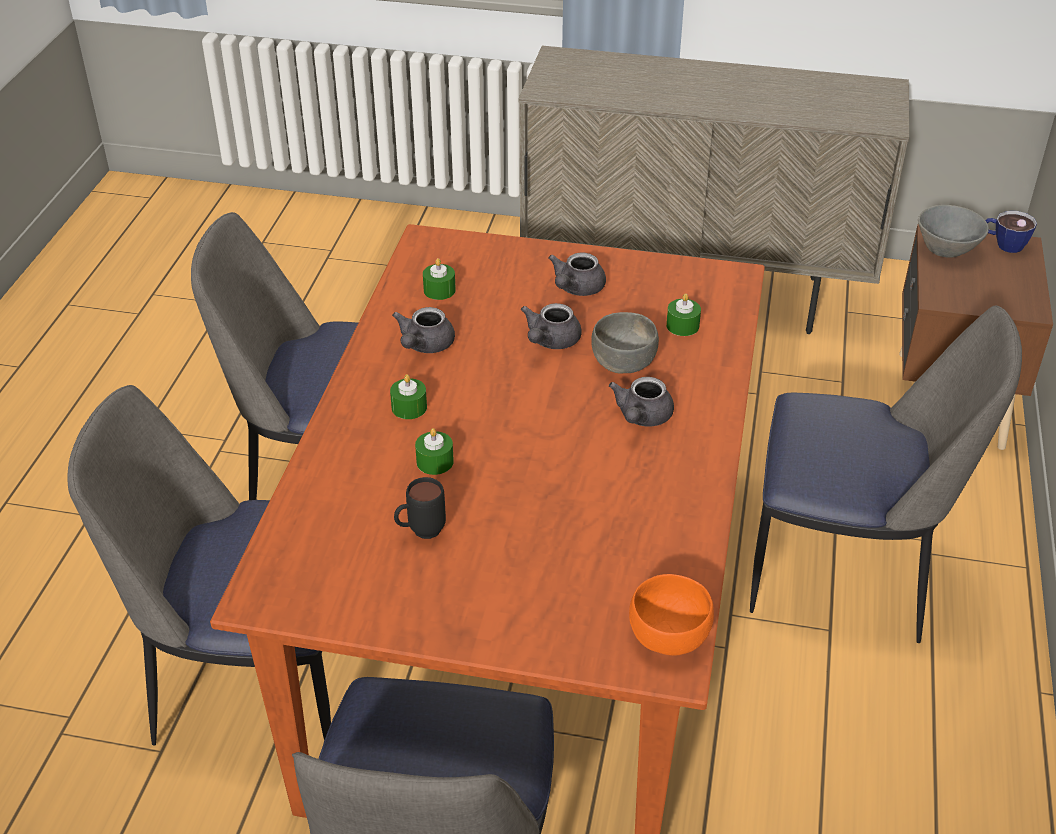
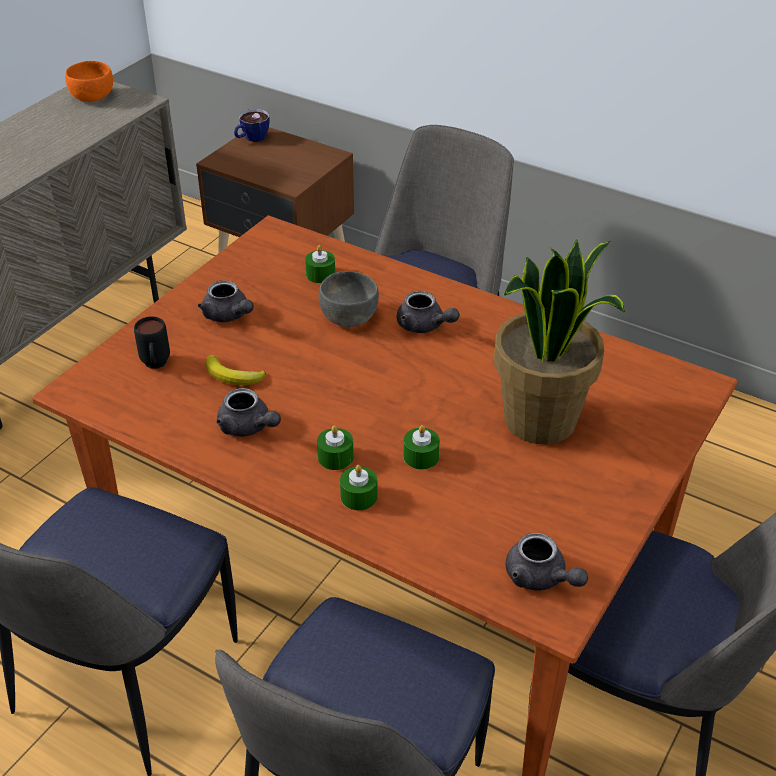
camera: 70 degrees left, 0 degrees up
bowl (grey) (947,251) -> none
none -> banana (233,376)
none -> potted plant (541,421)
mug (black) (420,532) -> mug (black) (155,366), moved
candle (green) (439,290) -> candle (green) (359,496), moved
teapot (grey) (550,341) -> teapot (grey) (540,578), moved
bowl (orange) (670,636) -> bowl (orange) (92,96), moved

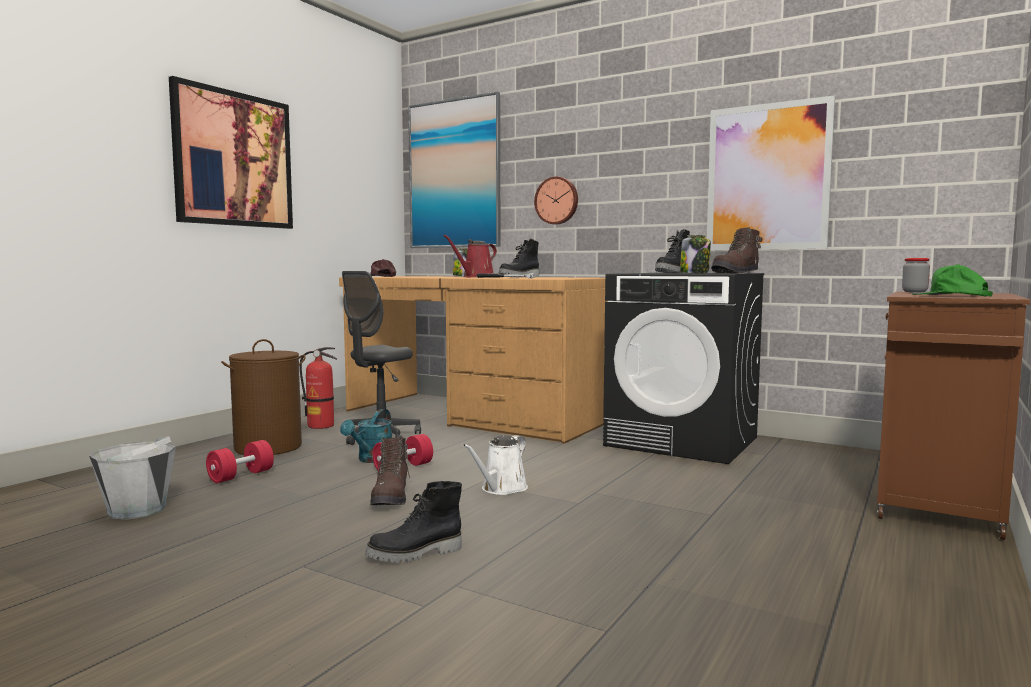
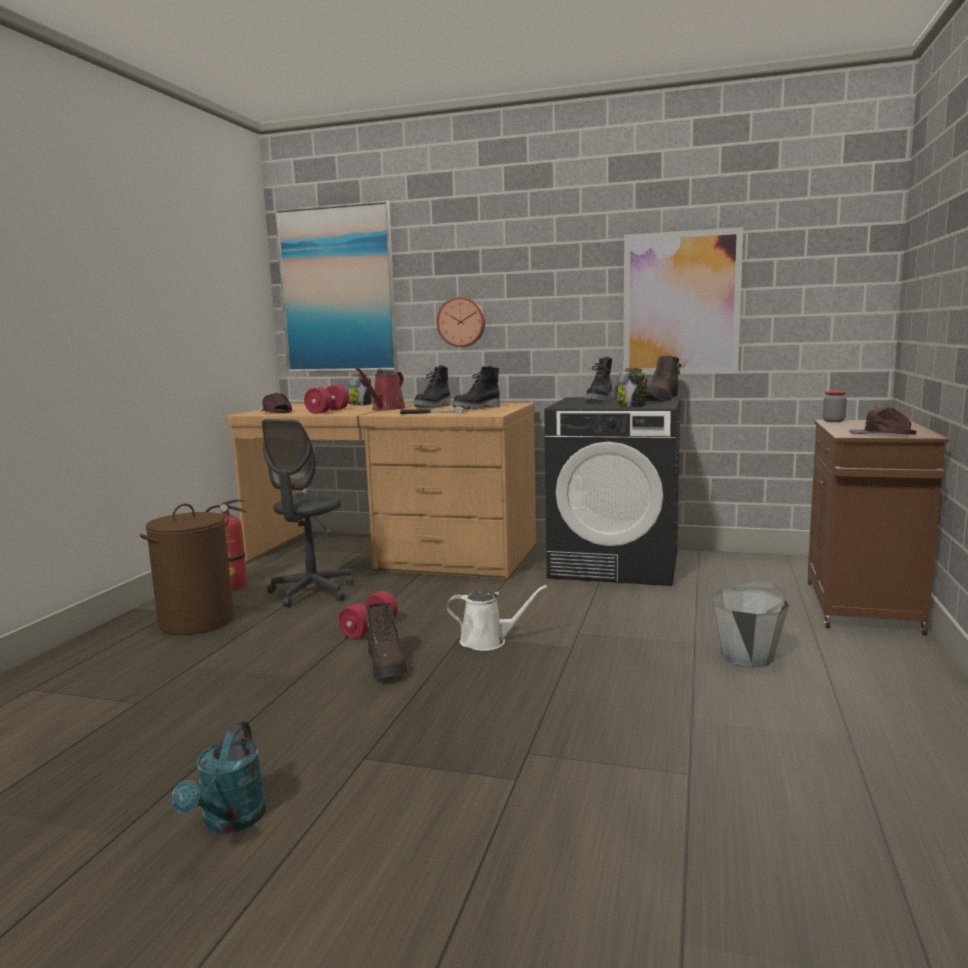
camera: 15 degrees left, 5 degrees up
picture (234,159) -> none
bucket (grey) (137,510) -> bucket (grey) (747,656), moved
dumbbell (red) (241,476) -> dumbbell (red) (328,411), moved
watering can (turquoise) (372,460) -> watering can (turquoise) (229,822), moved
boot (black) (415,554) -> boot (black) (477,408), moved
cap (green) (950,296) -> cap (brown) (881,434)
watering can (white) (501,489) -> watering can (white) (488,641), 105 degrees counterclockwise

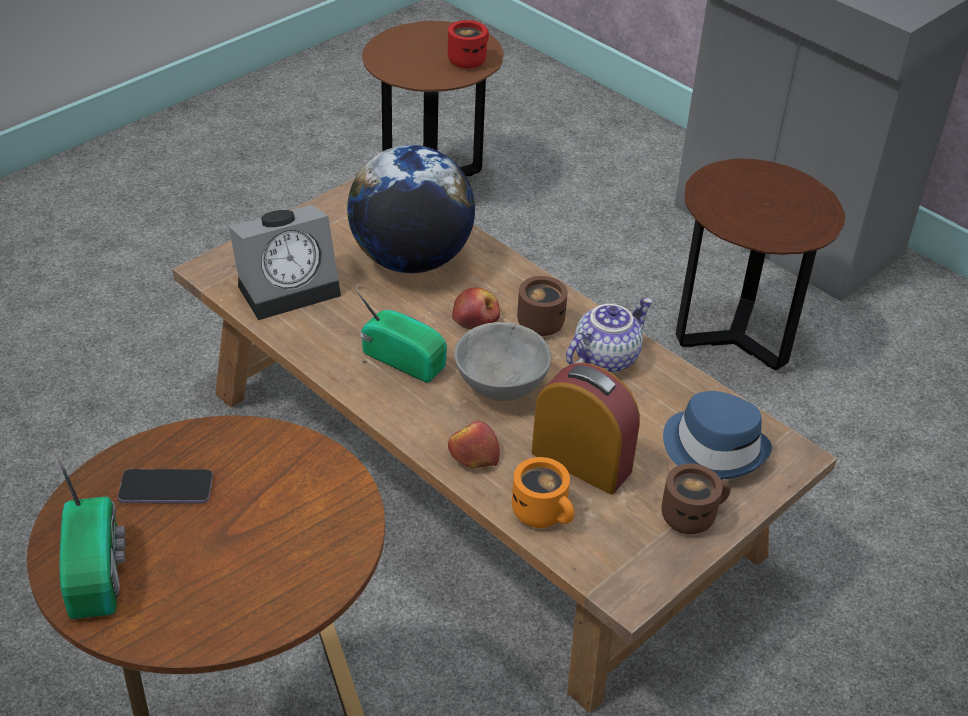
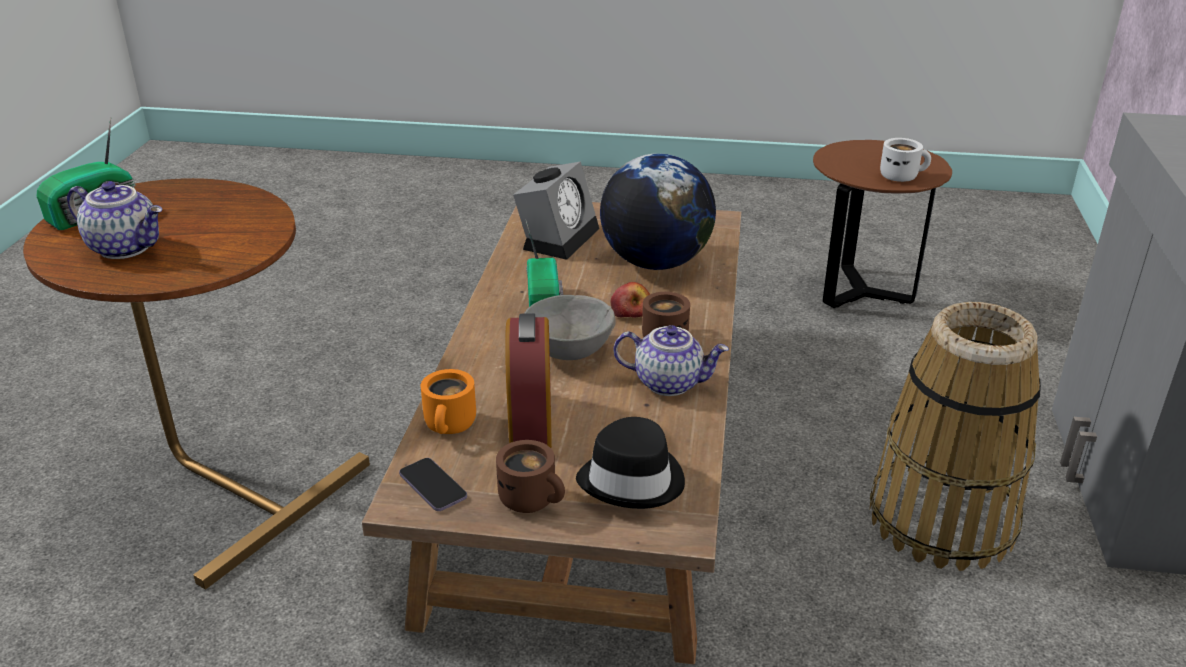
camera: 55 degrees right, 10 degrees down
apple (473,455) -> none
none -> teapot (127,247)
phone (166,489) -> phone (433,486), moved
side table (brown) (735,338) -> basket (942,520)
mug (red) (468,59) -> mug (white) (901,176)
hat (blue) (715,447) -> hat (black) (633,480)
alarm clock (290,287) -> alarm clock (558,236), 90 degrees counterclockwise

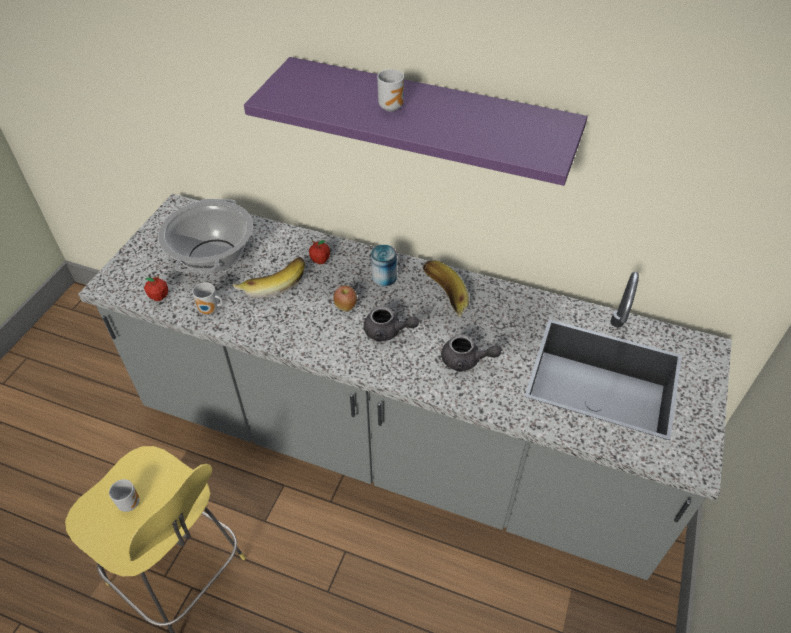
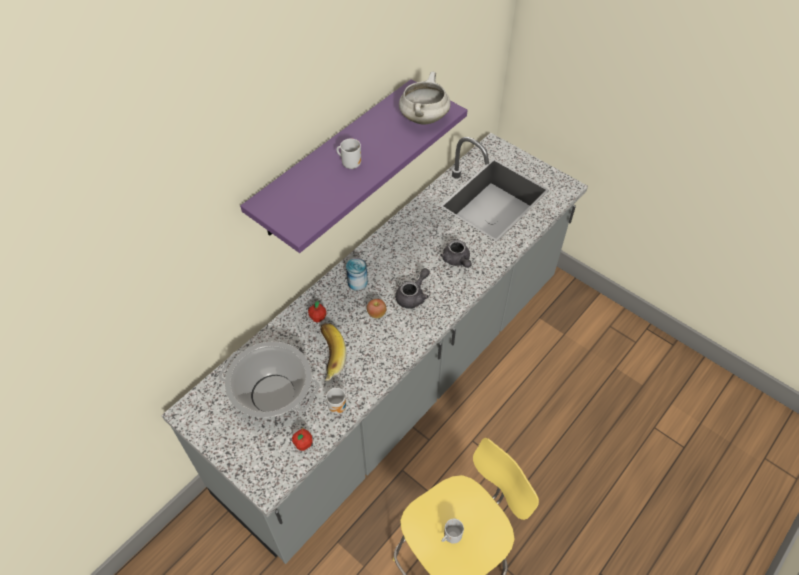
camera: 70 degrees left, 5 degrees up
banana (442,297) -> none
none -> cooking pot (white) (423,118)
teapot (grey) (466,361) -> teapot (grey) (457,260), 120 degrees clockwise

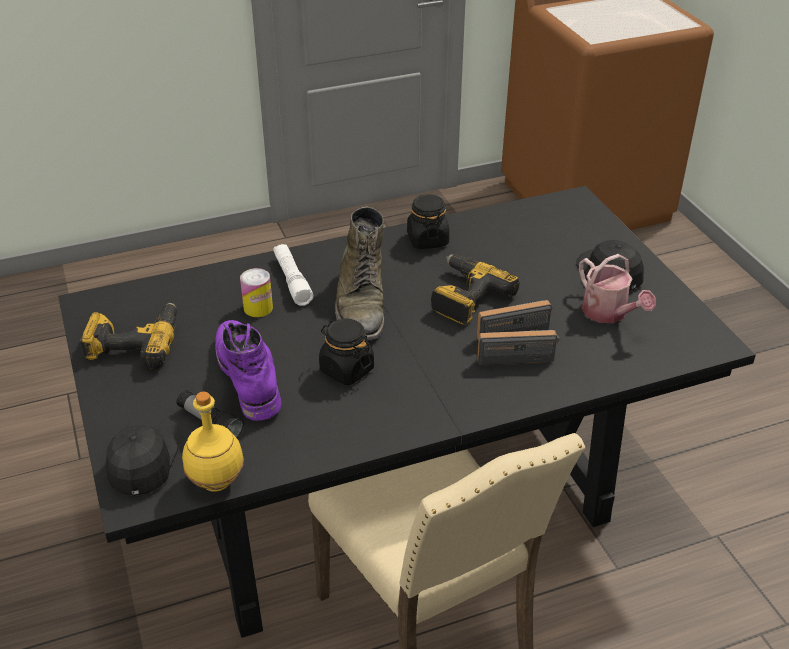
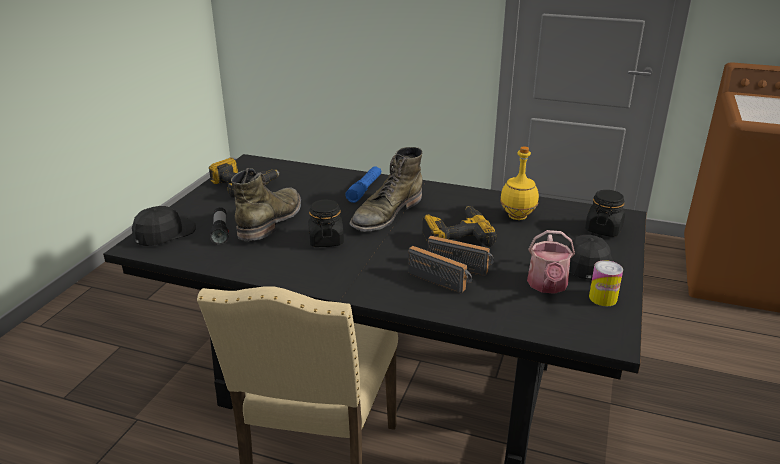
camera: 40 degrees right, 10 degrees down
bottle (yellow) (217,482) -> bottle (yellow) (517,217), moved
can (258,308) -> can (603,298), moved
jar (black) (427,239) -> jar (black) (603,229), moved
boot (purple) (248,375) -> boot (green) (271,220)
flashlight (white) (292,280) -> flashlight (blue) (364,189)

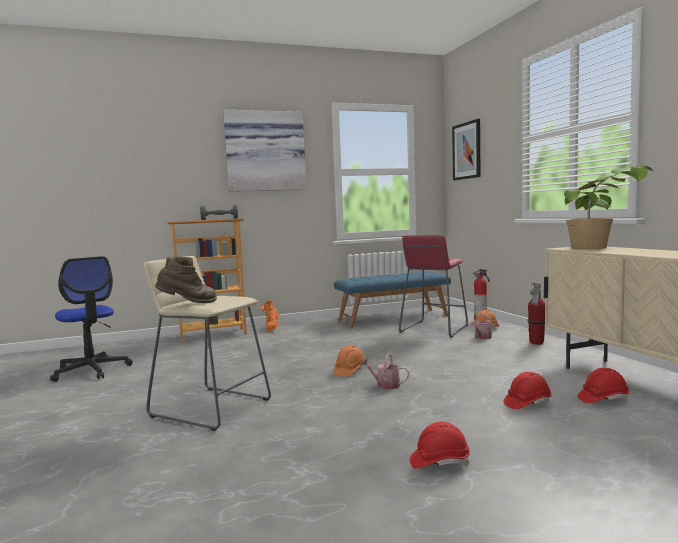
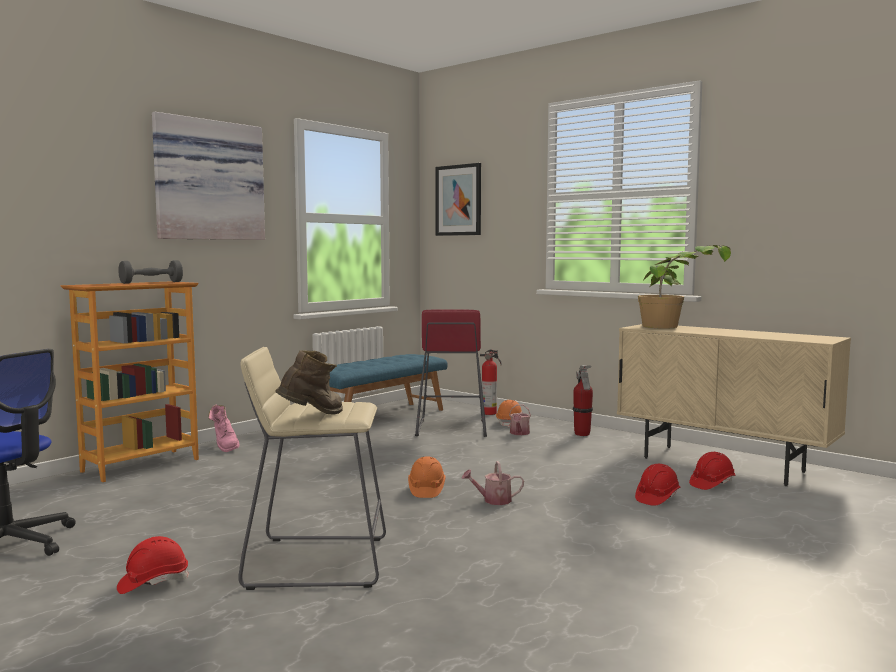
camera: 30 degrees left, 0 degrees up
hard hat (red) (439,462) -> hard hat (red) (153,582), moved
boot (orange) (272,328) -> boot (pink) (225,447)

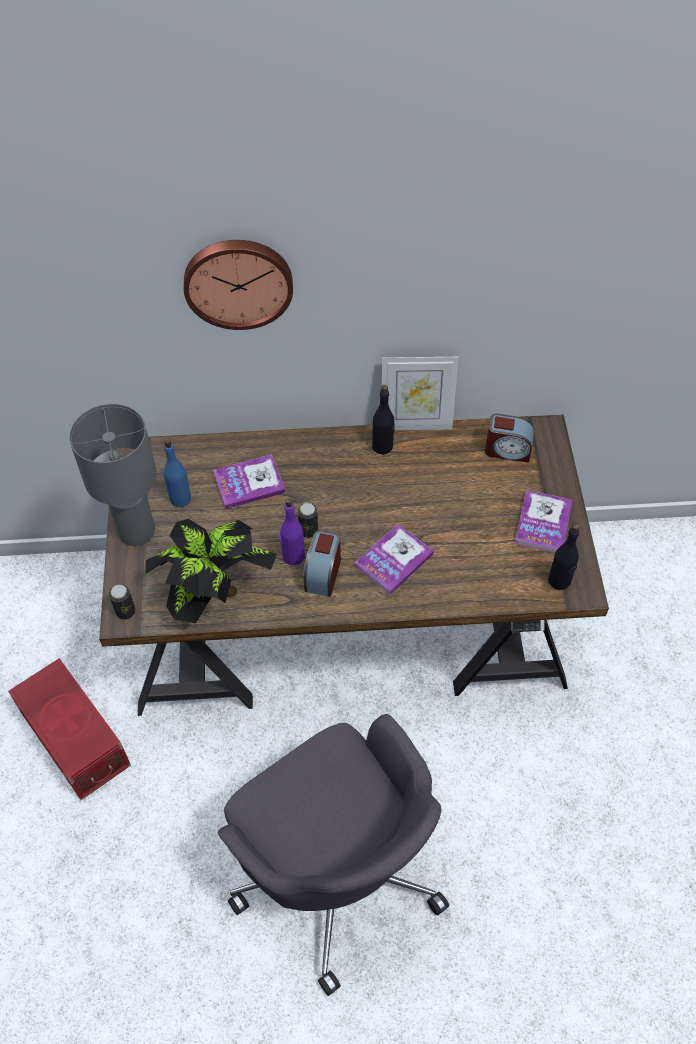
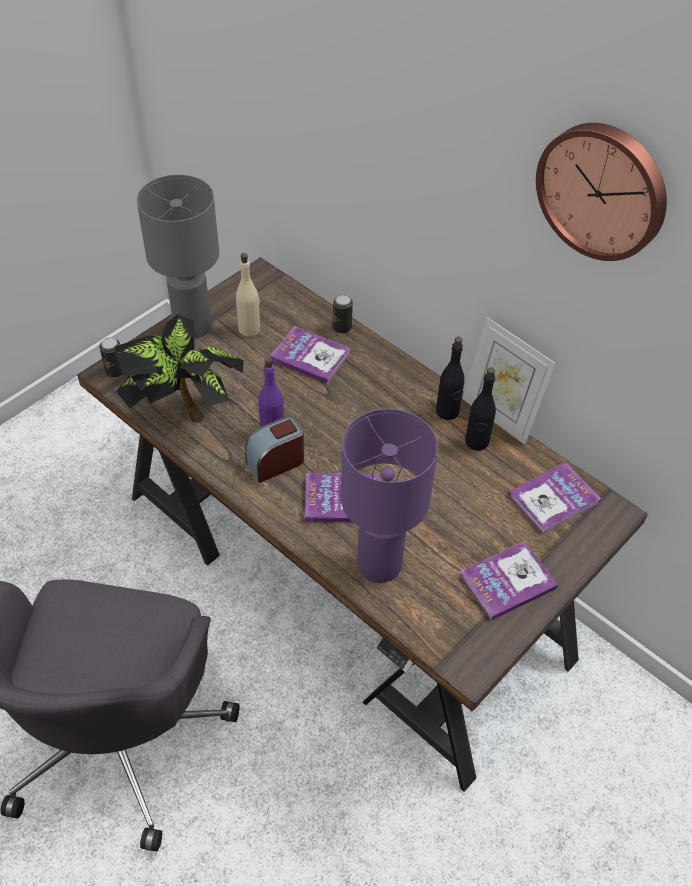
camera: 45 degrees right, 5 degrees down
storage box (red) (76,737) -> none
none -> table lamp (purple) (379,565)
wall clock (238,281) -> wall clock (603,190), moved
can (308,530) -> can (342,327), moved
bottle (black) (559,581) -> bottle (black) (476,442), moved
alarm clock (507,450) -> book (553,499)
bottle (blue) (180,498) -> bottle (beige) (249,329)

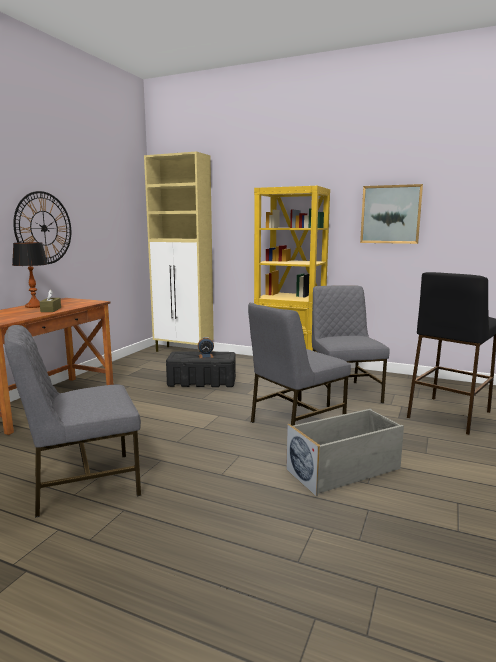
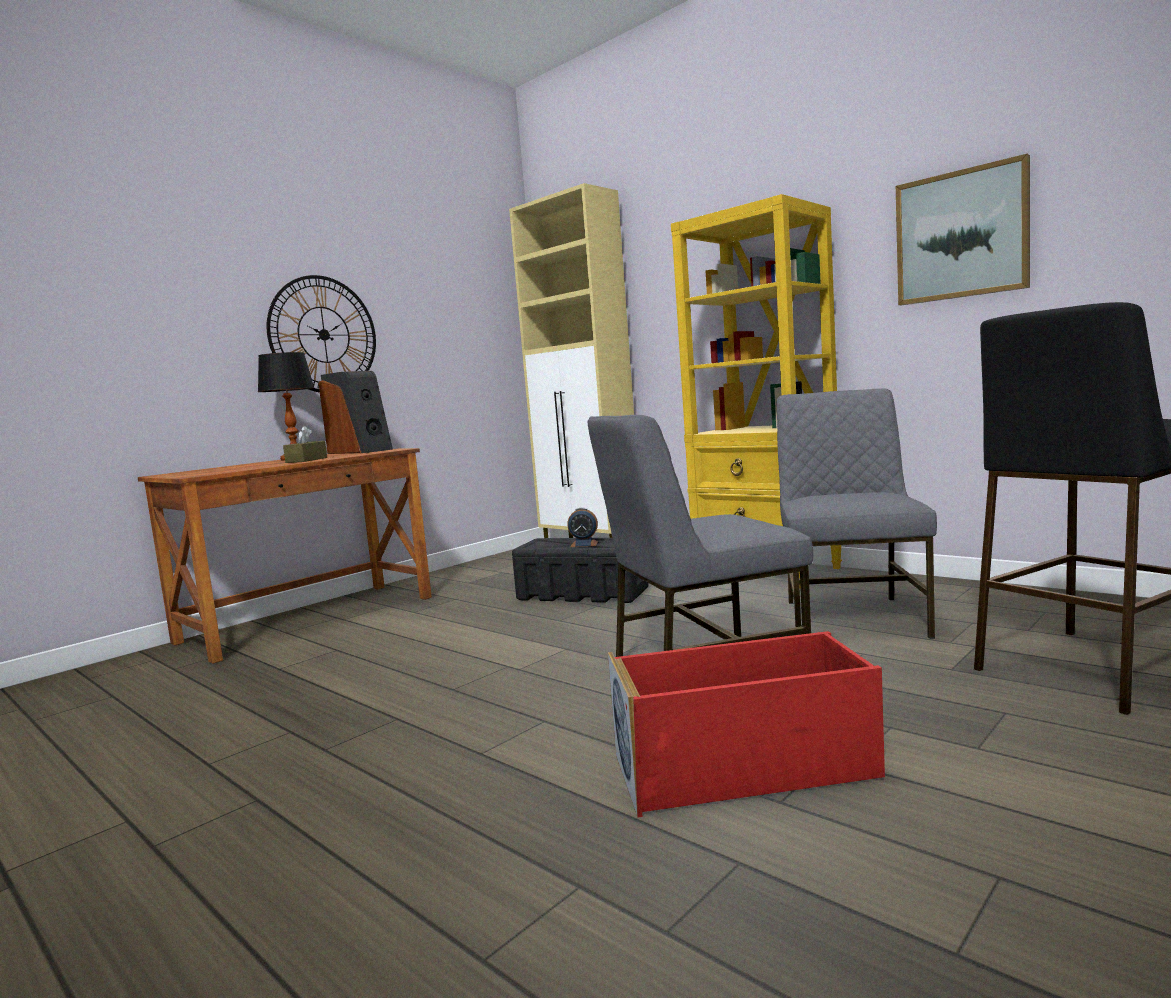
camera: 20 degrees right, 5 degrees down
chair (grey) (83,484) -> none
none -> speaker (361,451)
storage box (grey) (344,469) -> storage box (red) (745,767)

